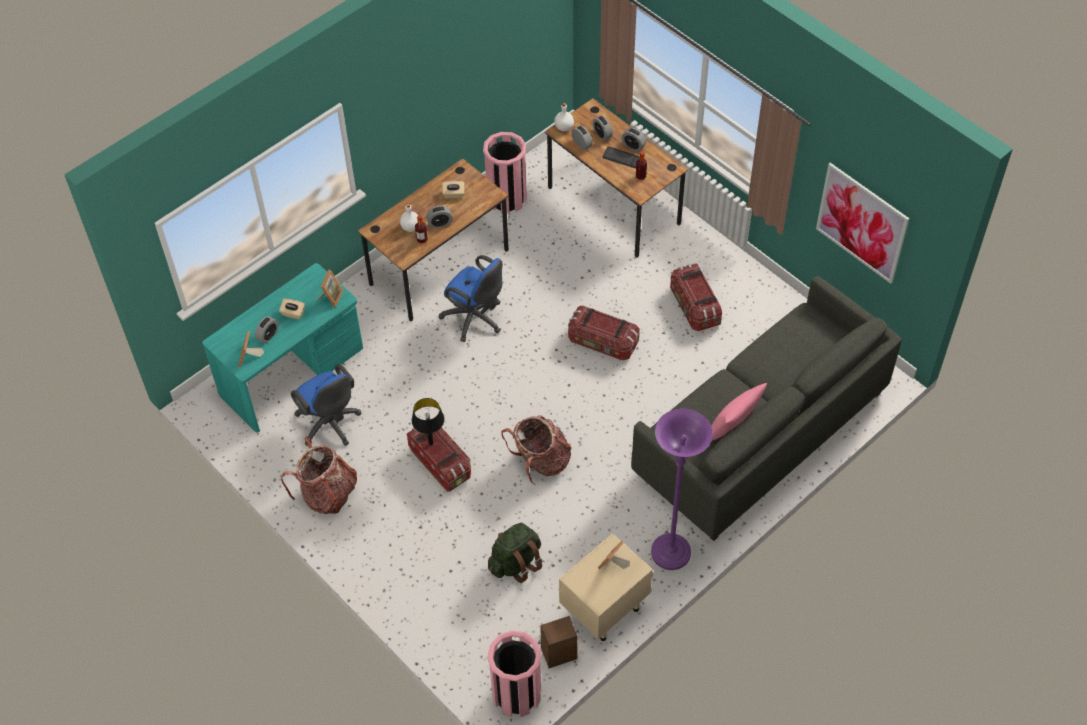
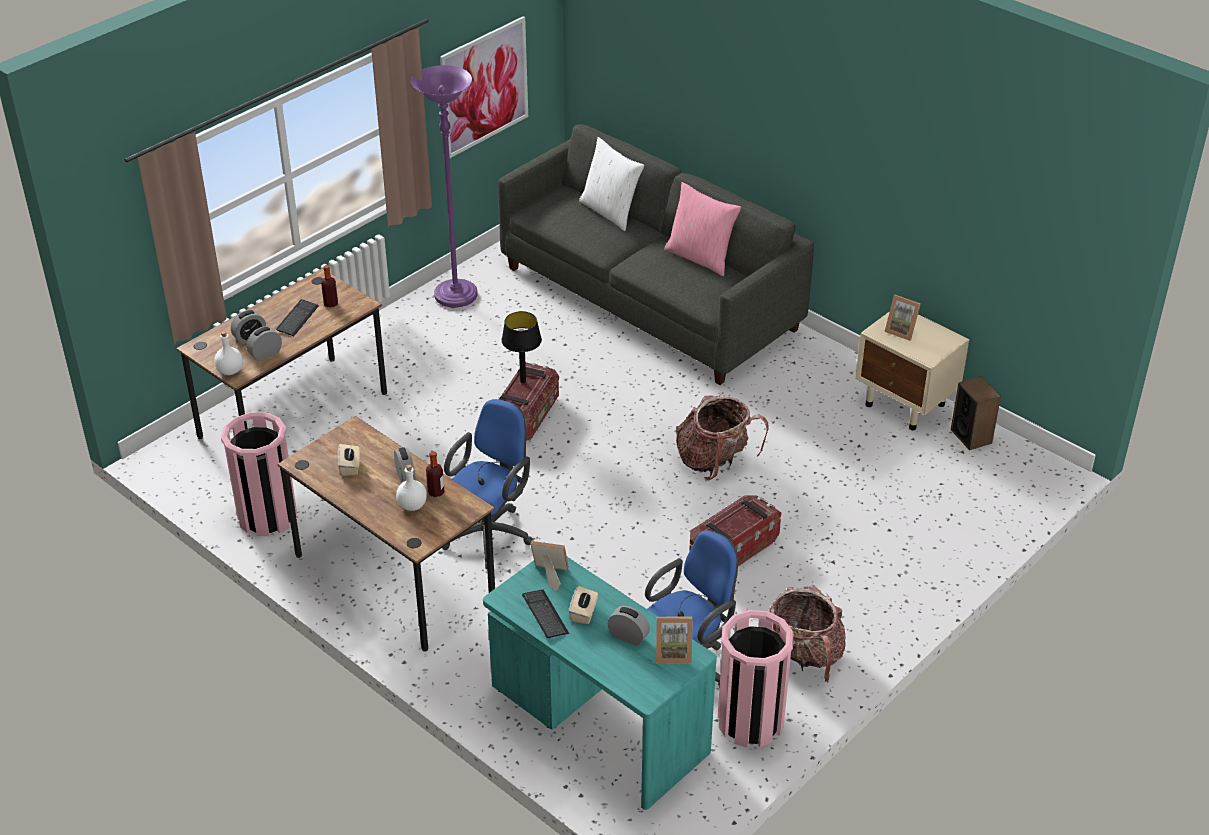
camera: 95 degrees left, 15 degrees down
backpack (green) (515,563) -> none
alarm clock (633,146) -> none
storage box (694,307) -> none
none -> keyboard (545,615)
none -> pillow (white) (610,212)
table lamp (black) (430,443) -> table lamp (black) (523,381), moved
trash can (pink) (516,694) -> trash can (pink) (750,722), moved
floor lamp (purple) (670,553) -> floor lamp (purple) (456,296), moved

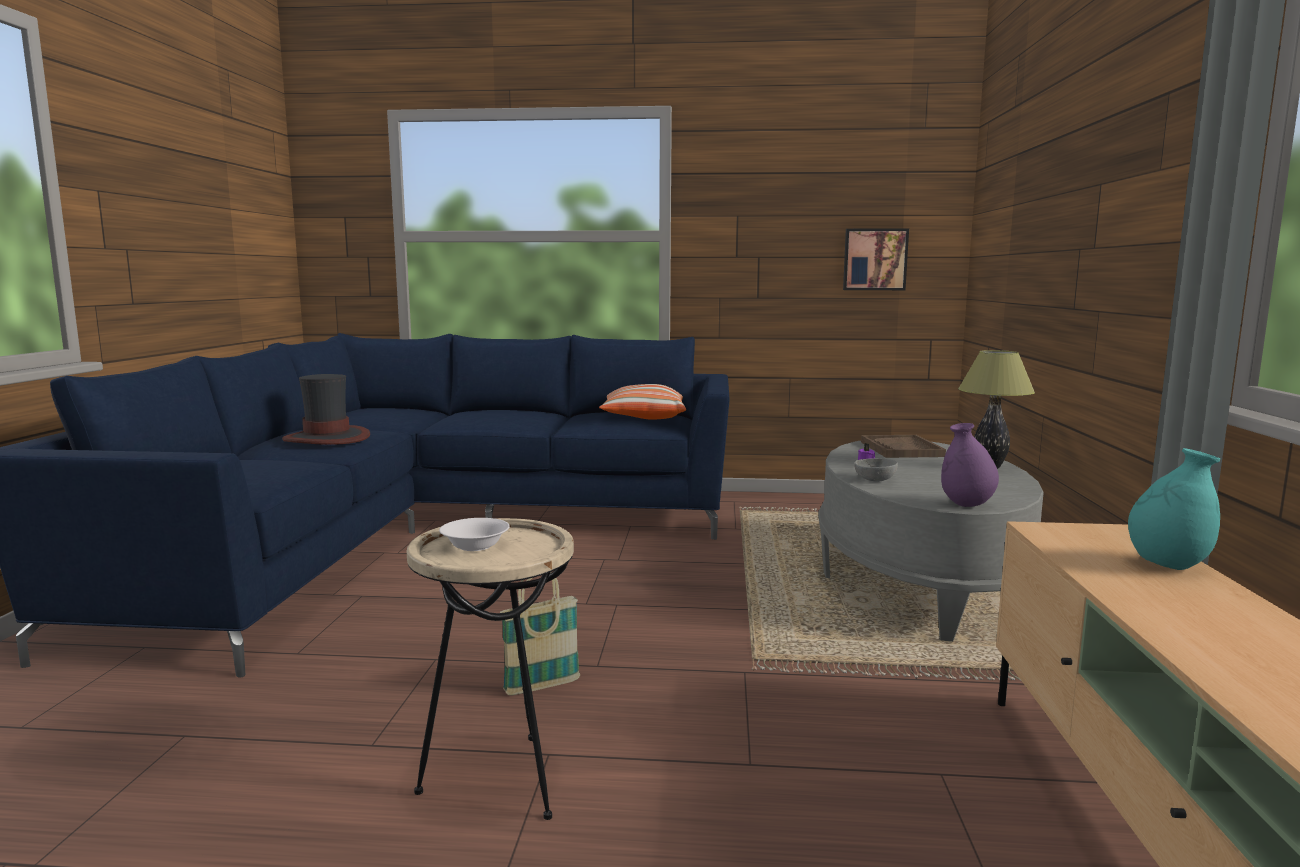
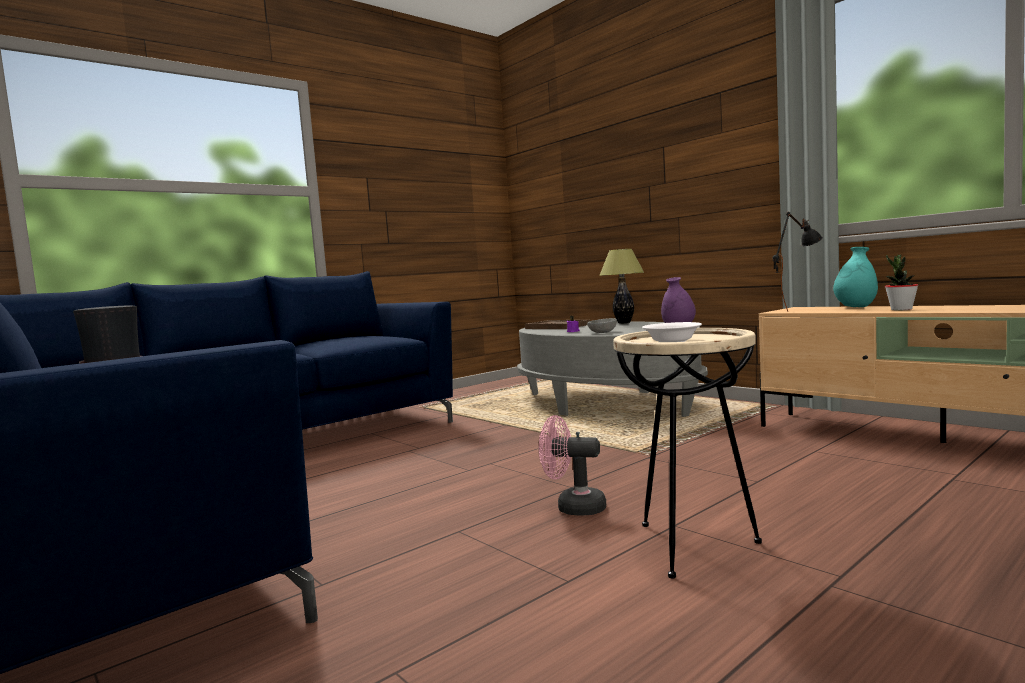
camera: 45 degrees left, 5 degrees down
pillow (643,418) -> none
picture (874,259) -> none
none -> table lamp (black) (797,309)
none -> potted plant (901,309)
basket (542,686) -> fan (pink) (573,507)

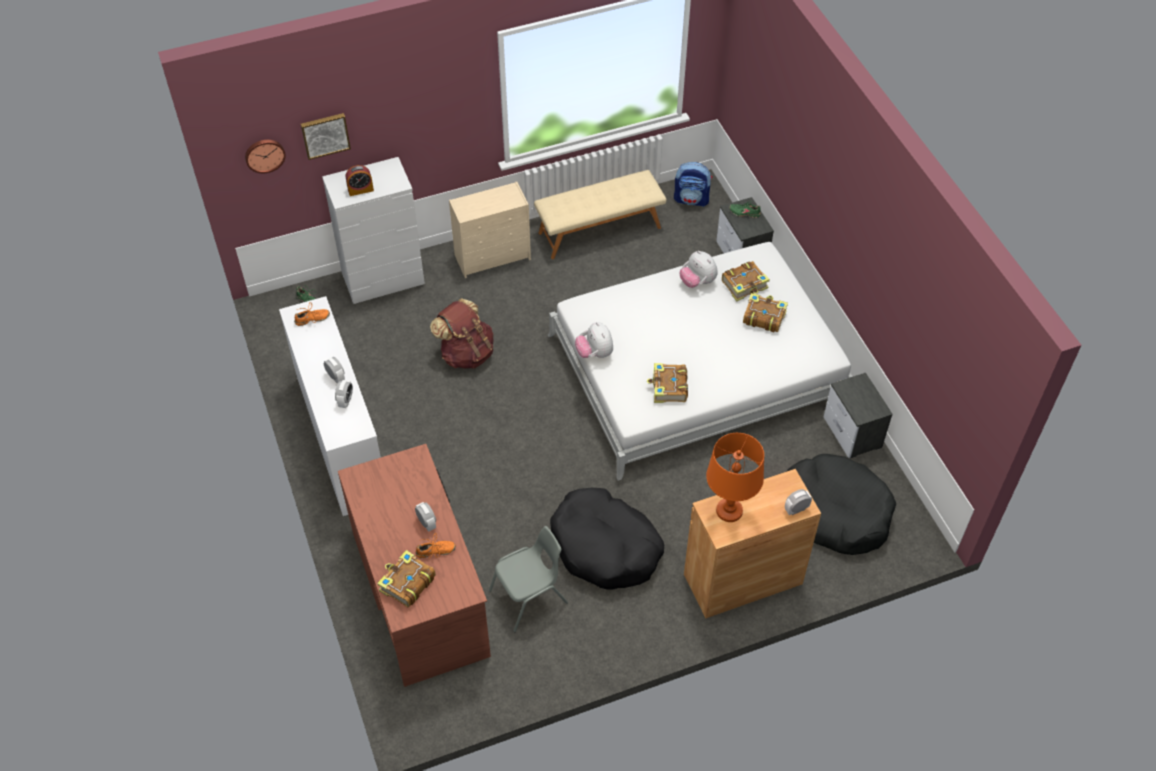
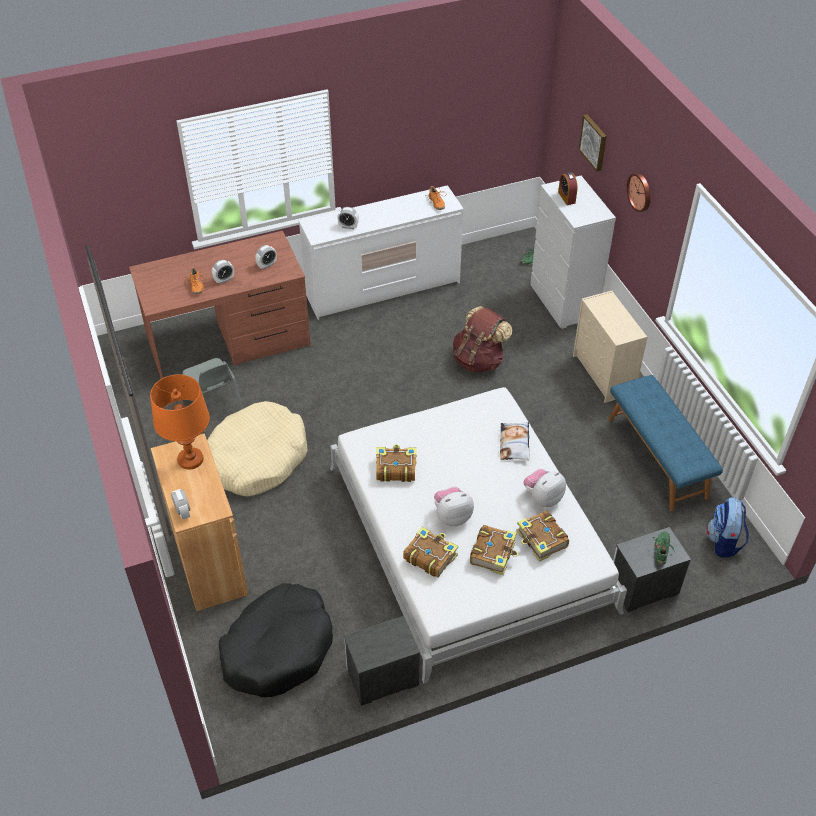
camera: 90 degrees right, 5 degrees down
none -> pillow (515,444)
wall clock (264,155) -> wall clock (640,192), moved
alarm clock (336,377) -> alarm clock (267,265), moved
book (406,583) -> book (429,556), moved
plush toy (594,353) -> plush toy (452,516), moved
bench (beige) (599,229) -> bench (blue) (657,457)
dog bed (black) (605,547) -> dog bed (beige) (257,458)

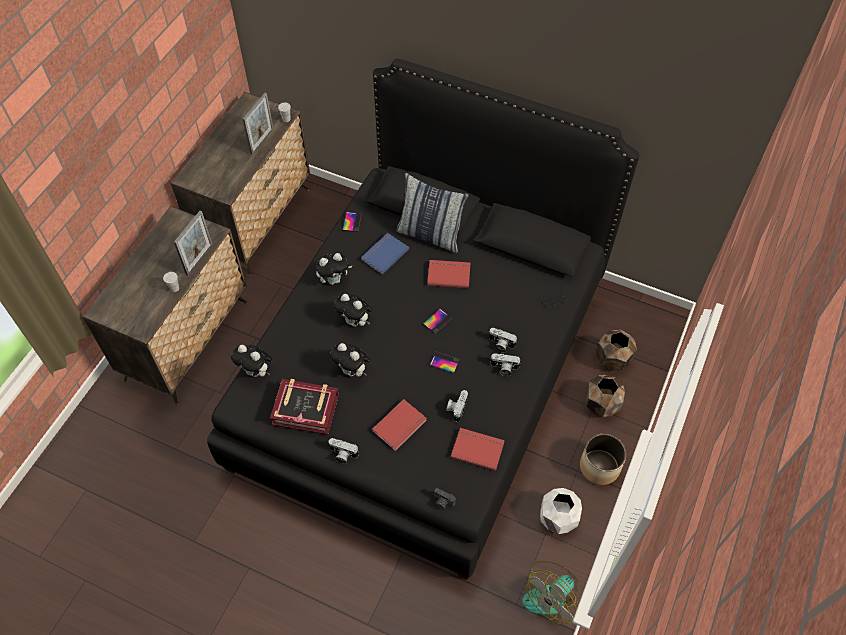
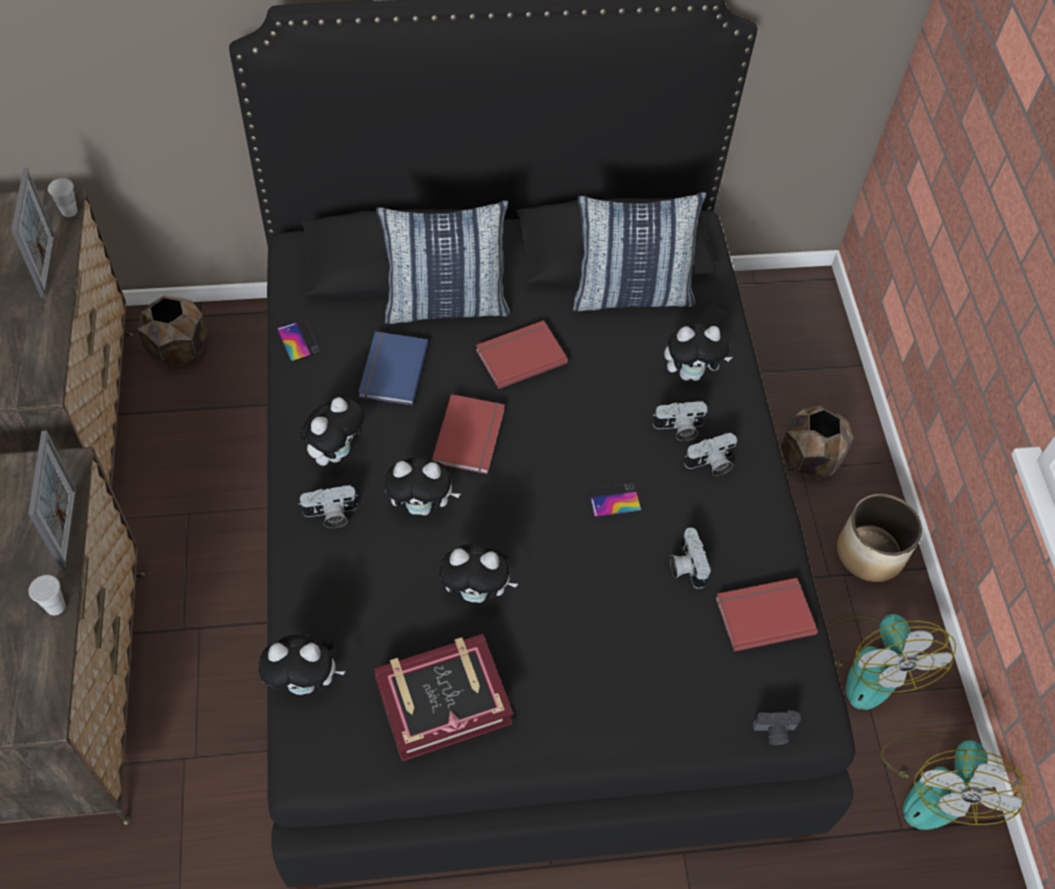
camera: 35 degrees left, 0 degrees up
phone (437,321) -> none
none -> pillow (631,294)
none -> plush toy (691,373)
photo camera (342,455) -> photo camera (330,515), moved
book (red) (400,426) -> book (red) (471,436), moved
planter (brown) (612,359) -> planter (brown) (177,349), moved
planter (white) (558,518) -> fan (868,662)

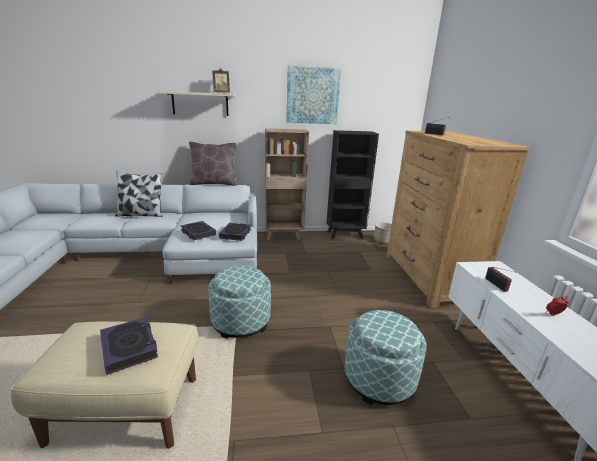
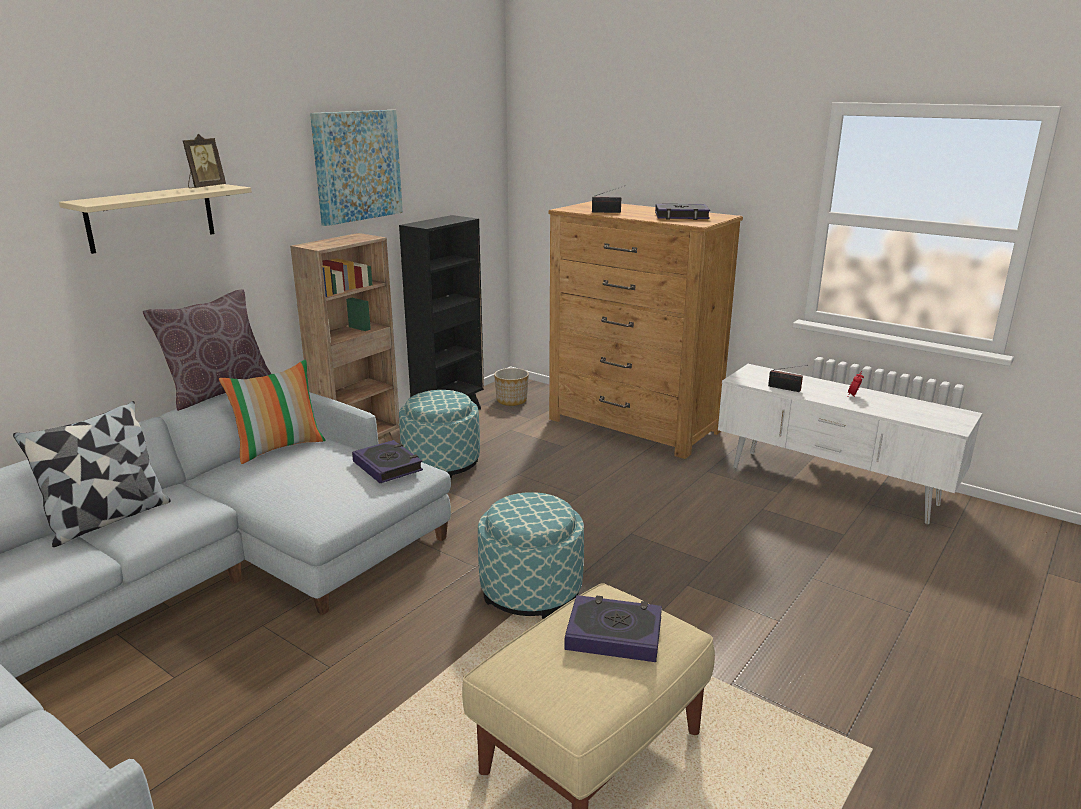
camera: 45 degrees left, 0 degrees up
none -> pillow (279,447)
book (198,233) -> book (681,216), moved
ottoman (379,379) -> ottoman (441,463), moved

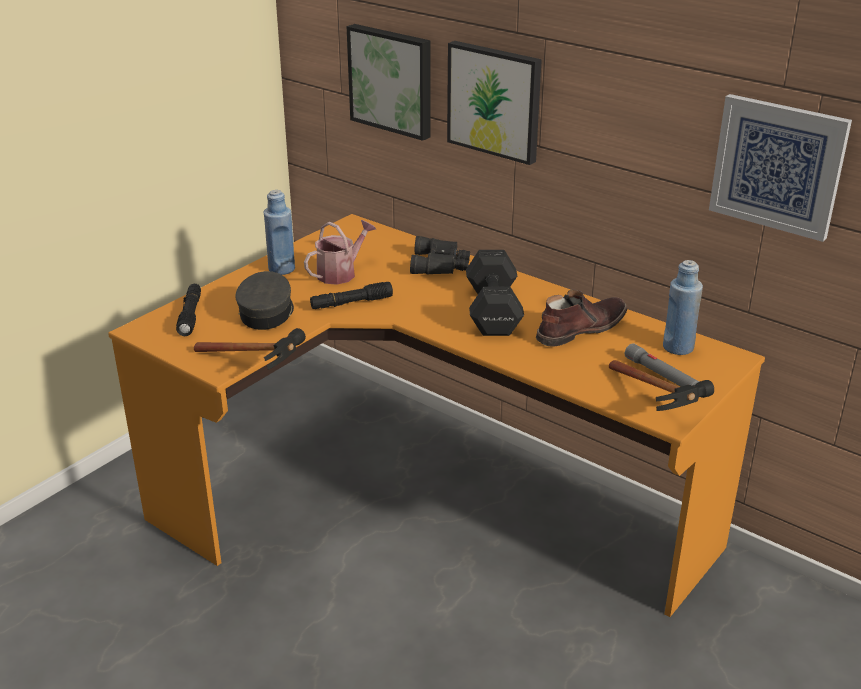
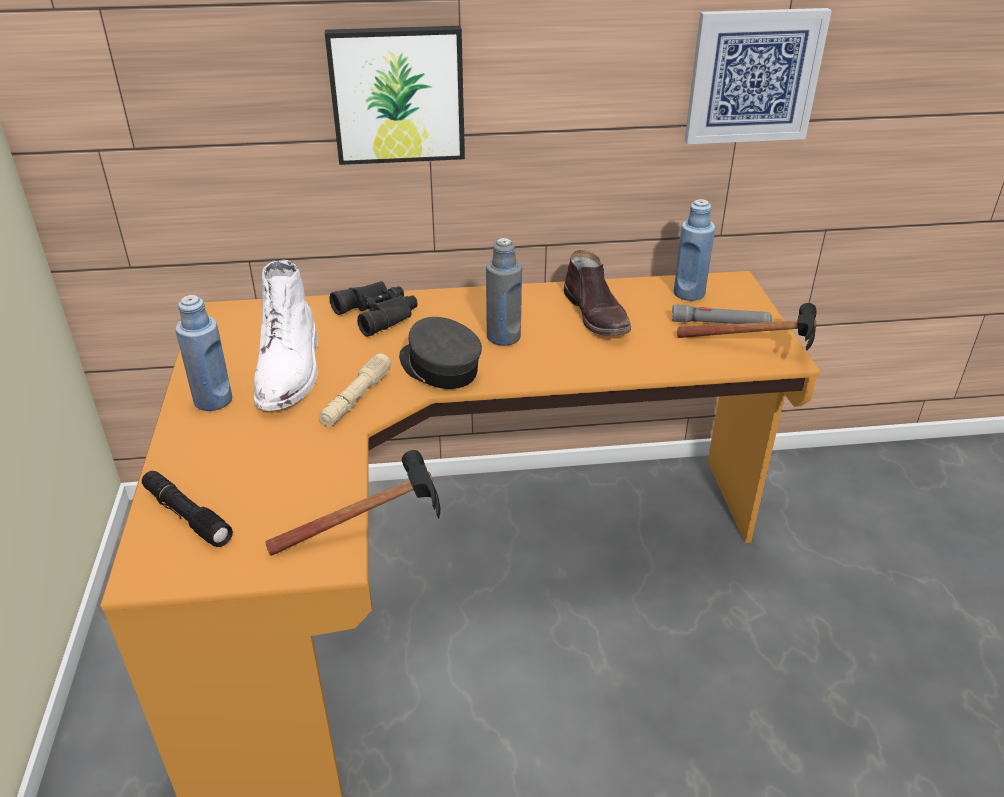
camera: 45 degrees left, 5 degrees up
picture (392,80) -> none
cap (grey) (266,312) -> cap (grey) (439,367), moved
watering can (340,273) -> boot (white) (290,372)
dumbbell (black) (492,312) -> bottle (grey) (503,337)
flashlight (black) (351,303) -> flashlight (beige) (356,398)
boot (brown) (580,329) -> boot (brown) (597,315), 150 degrees clockwise

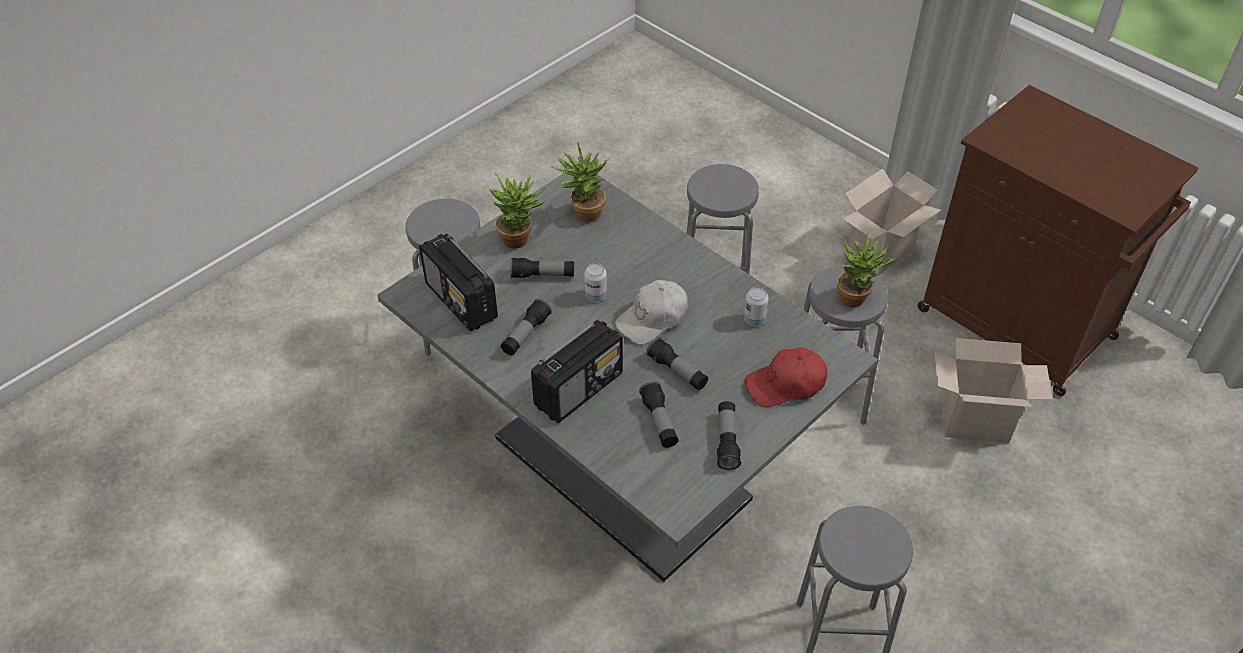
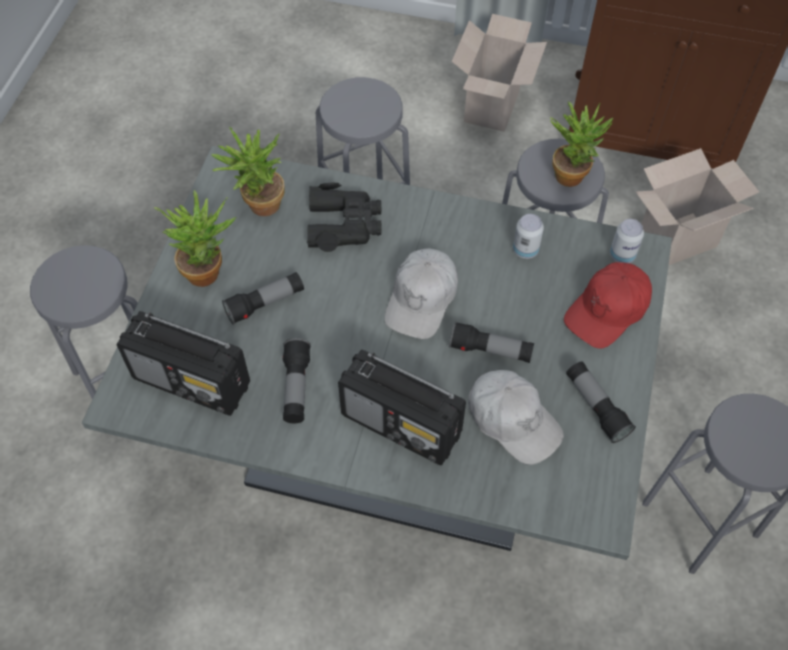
camera: 30 degrees left, 10 degrees up
none -> binoculars (black) (344,224)
can (595,295) -> can (622,255), moved
flashlight (659,422) -> cap (white) (513,420)
radio (579,389) -> radio (402,425), 105 degrees clockwise

